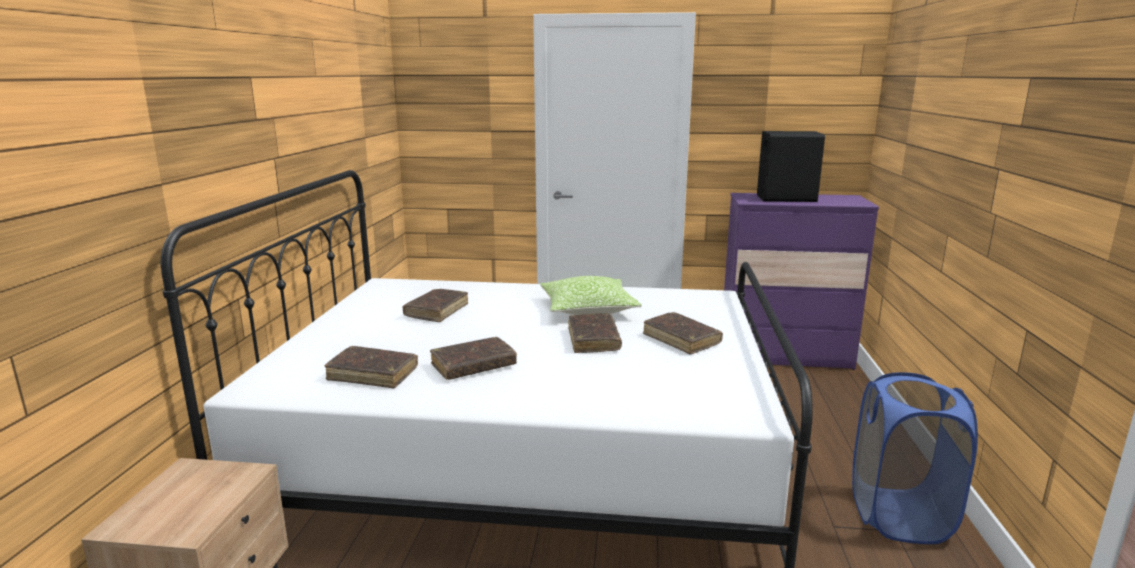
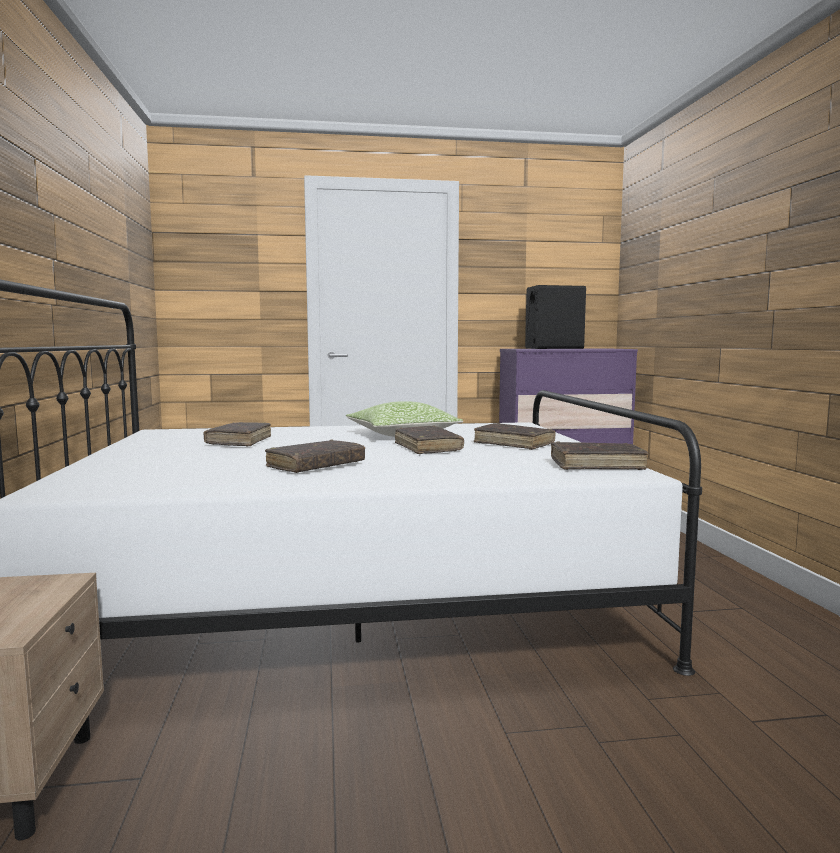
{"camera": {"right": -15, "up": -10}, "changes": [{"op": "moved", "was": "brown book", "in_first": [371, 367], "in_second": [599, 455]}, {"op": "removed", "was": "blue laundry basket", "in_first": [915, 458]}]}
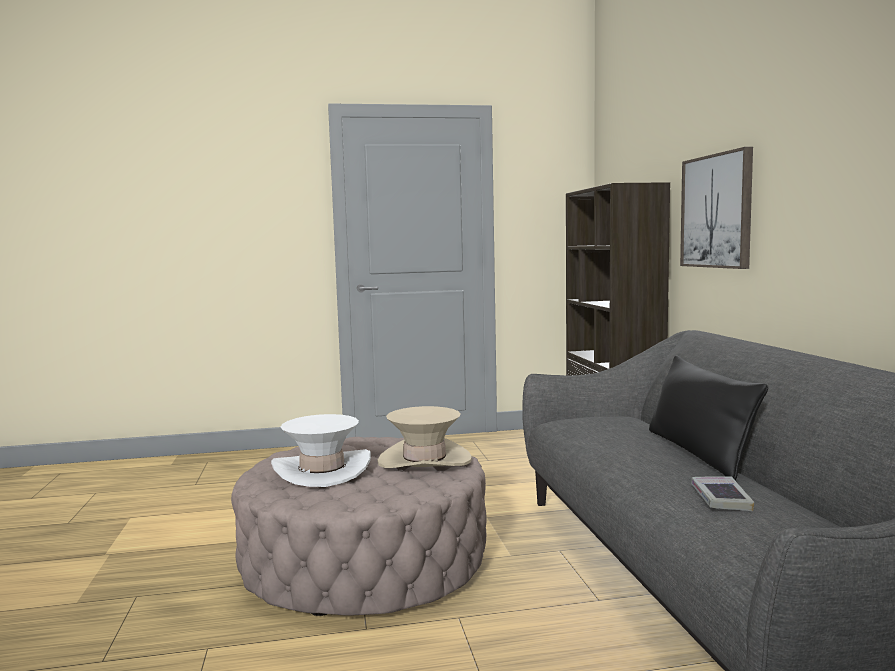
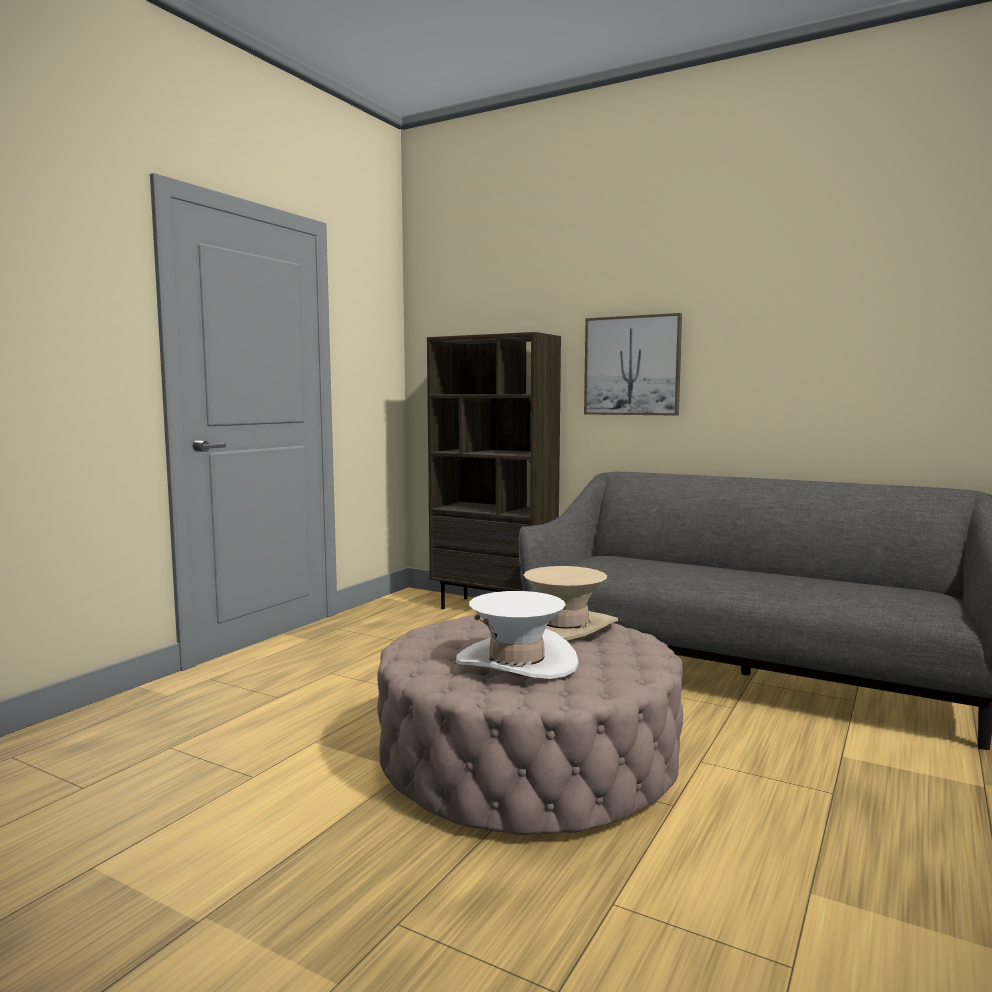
{"camera": {"right": -50, "up": 0}, "changes": [{"op": "removed", "was": "black pillow", "in_first": [708, 418]}, {"op": "removed", "was": "book", "in_first": [722, 493]}]}
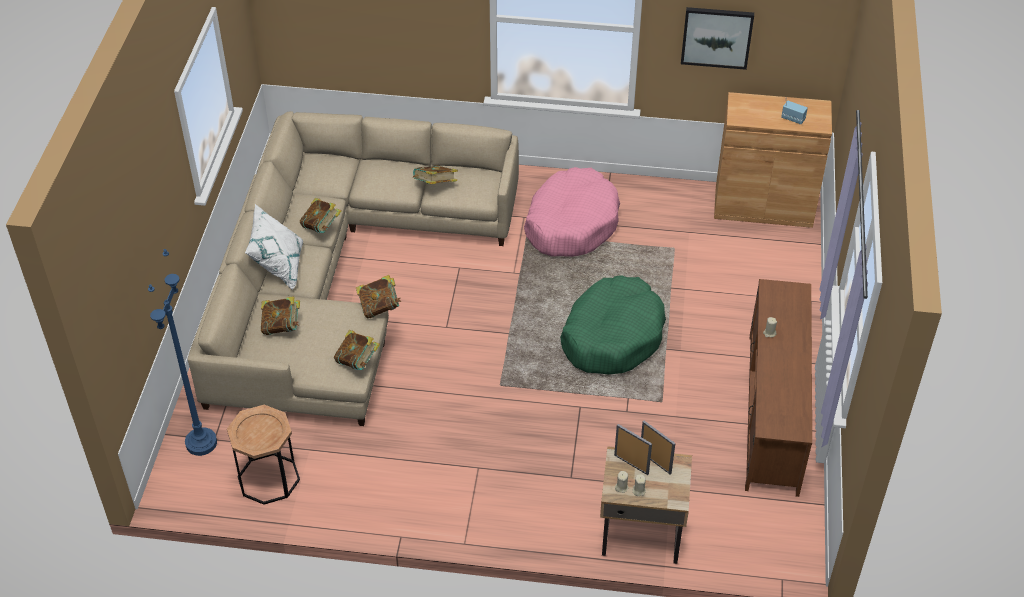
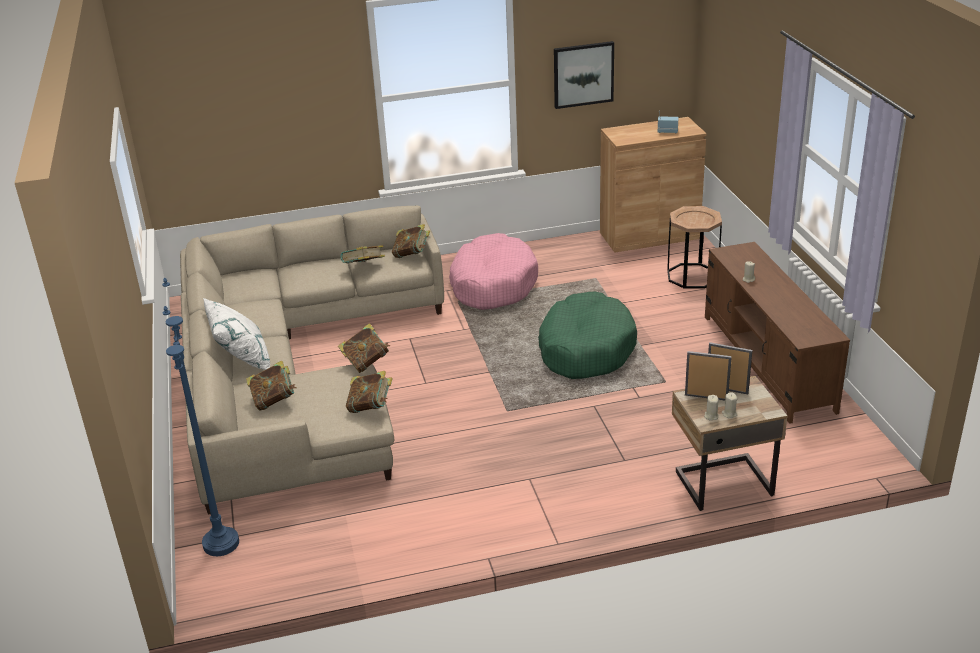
{"camera": {"right": -20, "up": -15}, "changes": [{"op": "moved", "was": "book", "in_first": [321, 215], "in_second": [411, 241]}, {"op": "moved", "was": "brown side table", "in_first": [263, 455], "in_second": [694, 247]}]}
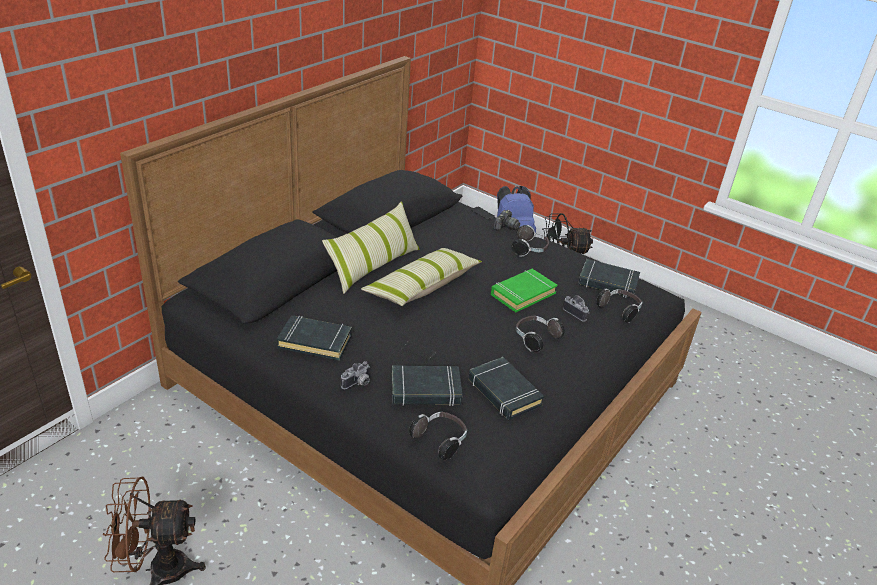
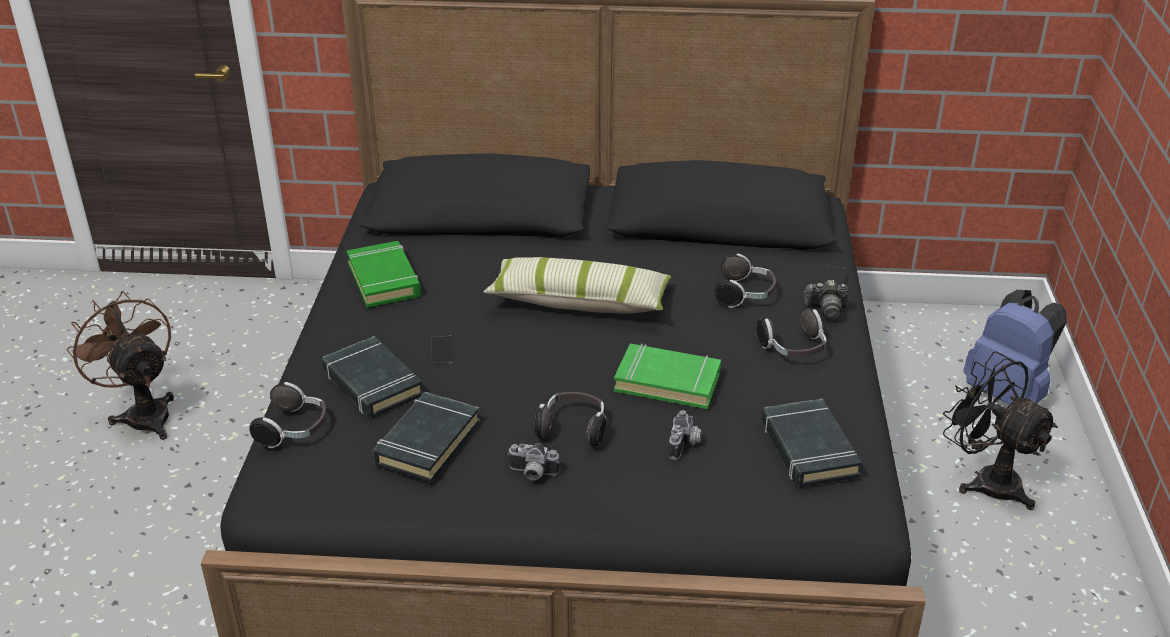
{"camera": {"right": 60, "up": 0}, "changes": [{"op": "removed", "was": "pillow", "in_first": [371, 247]}, {"op": "moved", "was": "headphones", "in_first": [619, 305], "in_second": [745, 280]}, {"op": "recoloured", "was": "black book", "now": "green book", "in_first": [314, 338], "in_second": [384, 274]}, {"op": "moved", "was": "photo camera", "in_first": [355, 375], "in_second": [533, 461]}]}
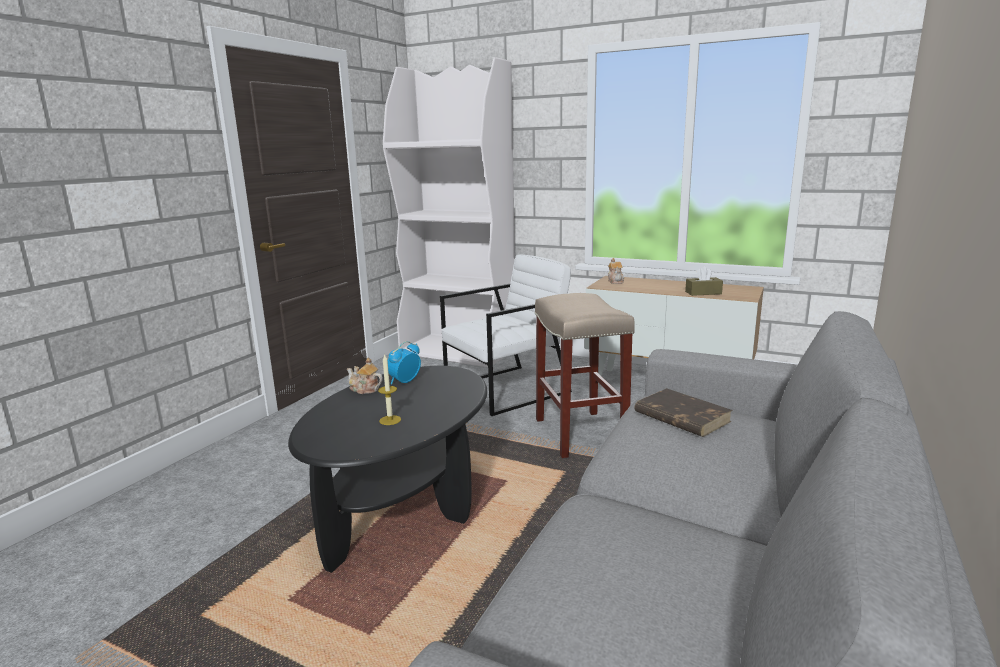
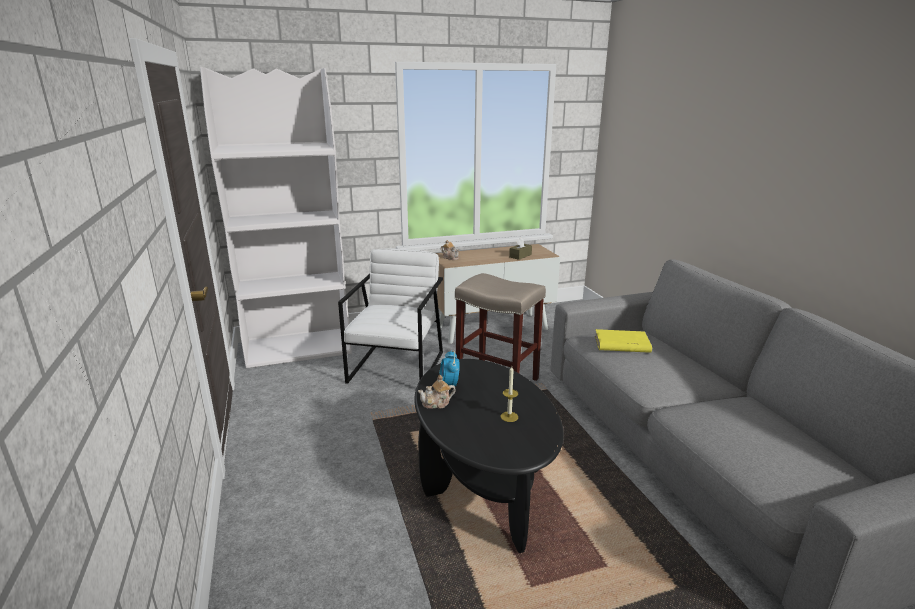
{"camera": {"right": -45, "up": 5}, "changes": [{"op": "recoloured", "was": "brown book", "now": "yellow book", "in_first": [683, 412], "in_second": [623, 341]}]}
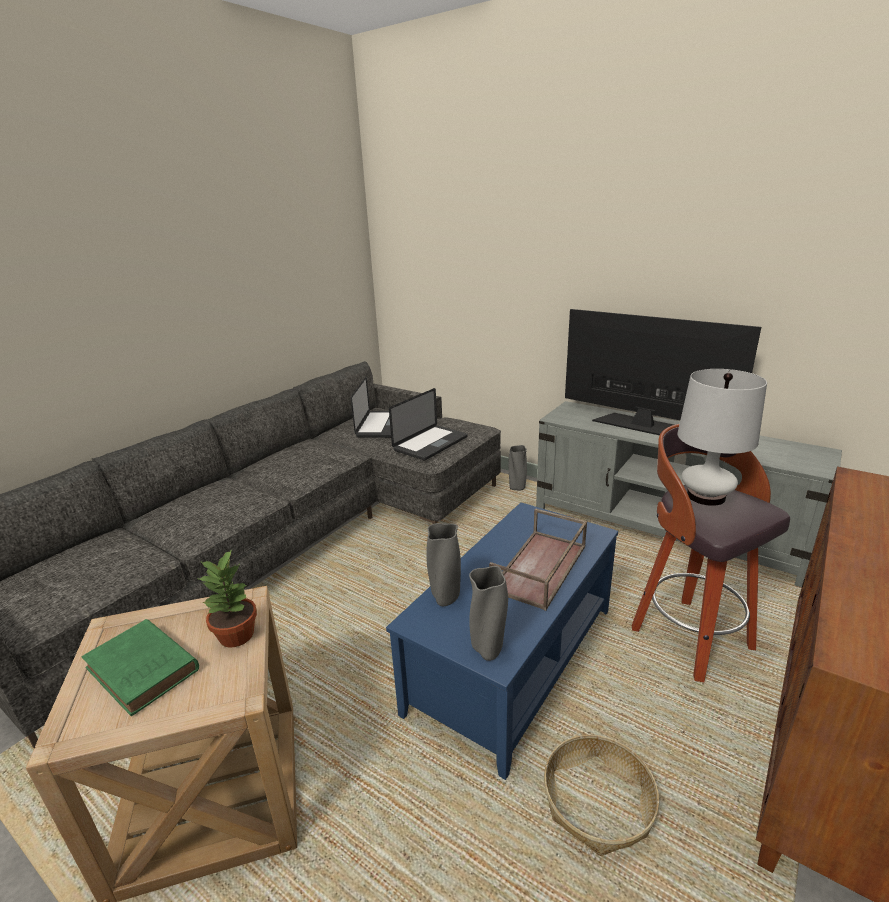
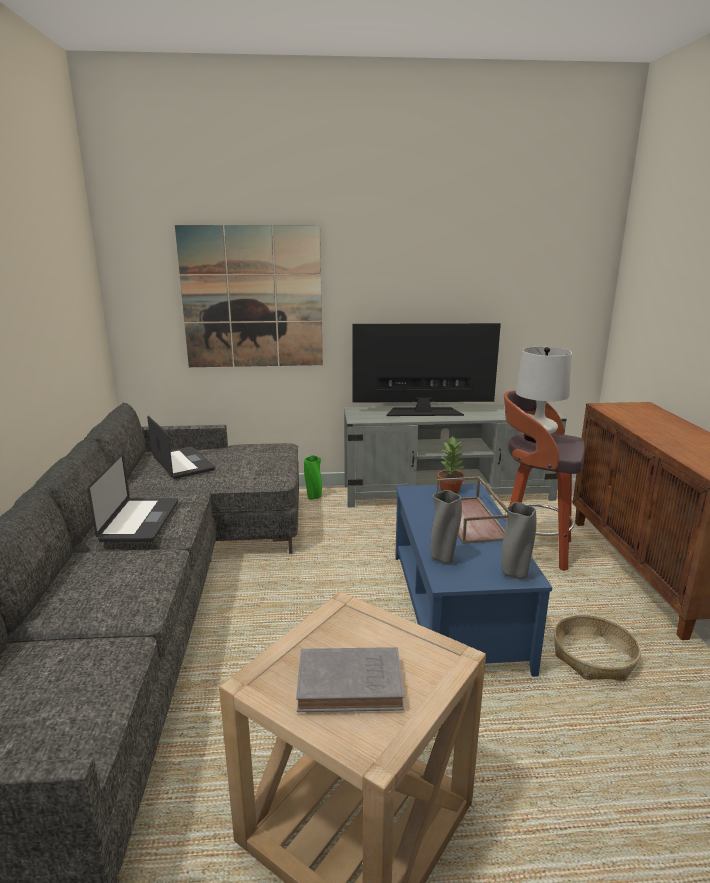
{"camera": {"right": -40, "up": -5}, "changes": [{"op": "moved", "was": "laptop", "in_first": [428, 424], "in_second": [133, 497]}, {"op": "recoloured", "was": "grey vase", "now": "green vase", "in_first": [518, 468], "in_second": [313, 477]}, {"op": "moved", "was": "potted plant", "in_first": [228, 598], "in_second": [451, 464]}, {"op": "recoloured", "was": "green book", "now": "grey book", "in_first": [140, 667], "in_second": [350, 679]}, {"op": "added", "now": "picture", "in_second": [249, 296]}]}
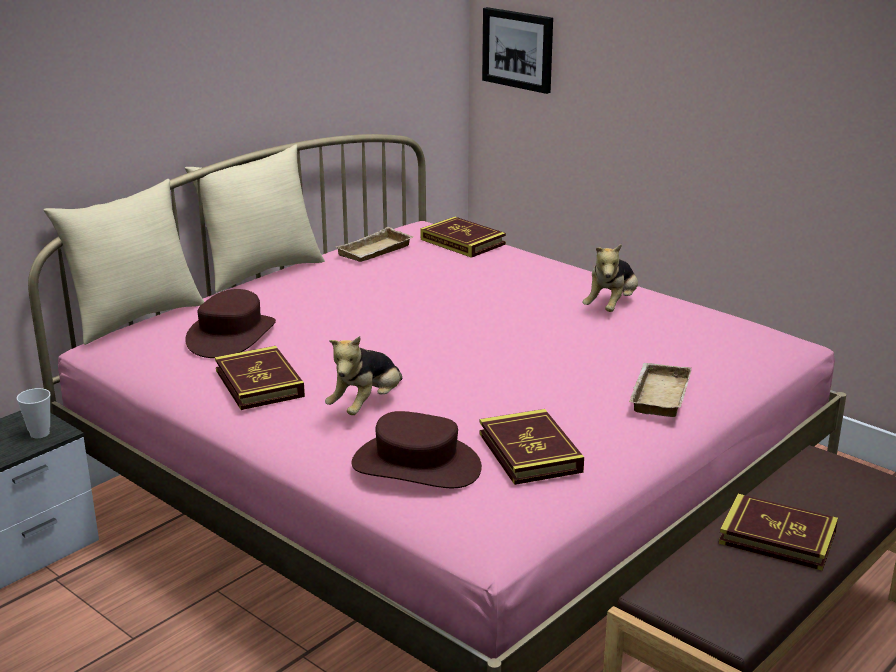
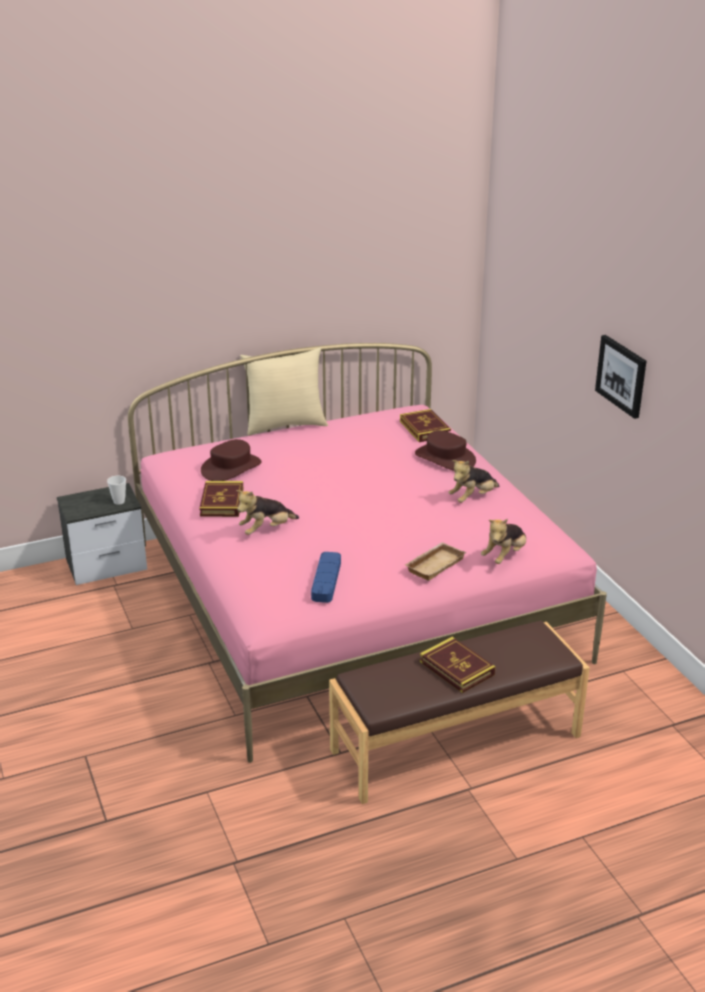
{"camera": {"right": 25, "up": 5}, "changes": [{"op": "moved", "was": "picture", "in_first": [517, 50], "in_second": [620, 377]}, {"op": "removed", "was": "beige pillow", "in_first": [123, 262]}, {"op": "removed", "was": "beige tray", "in_first": [375, 244]}, {"op": "replaced", "was": "book", "now": "blue tray", "in_first": [531, 447], "in_second": [326, 577]}, {"op": "moved", "was": "brown hat", "in_first": [416, 449], "in_second": [445, 450]}, {"op": "added", "now": "plush toy", "in_second": [503, 541]}]}
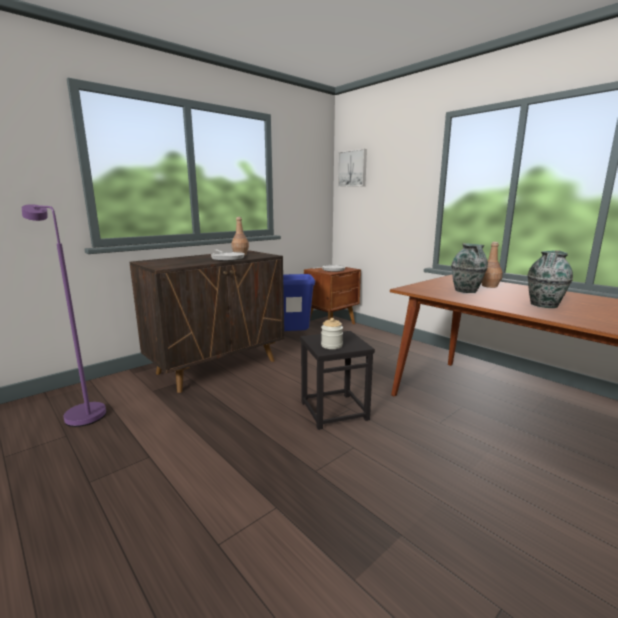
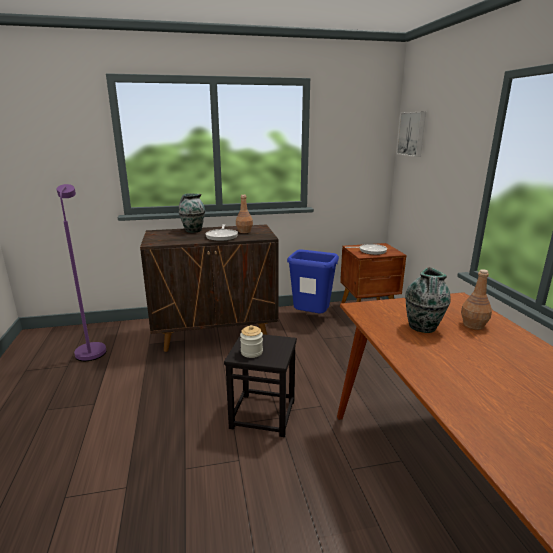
{"camera": {"right": 30, "up": 5}, "changes": [{"op": "moved", "was": "vase", "in_first": [550, 279], "in_second": [191, 213]}]}
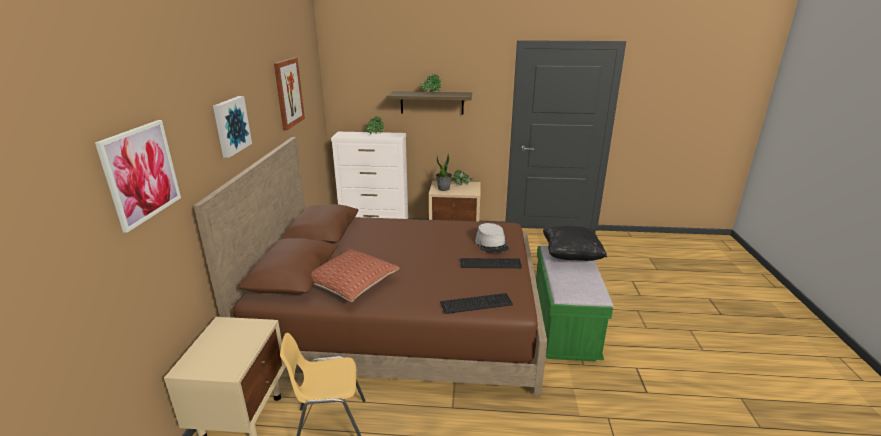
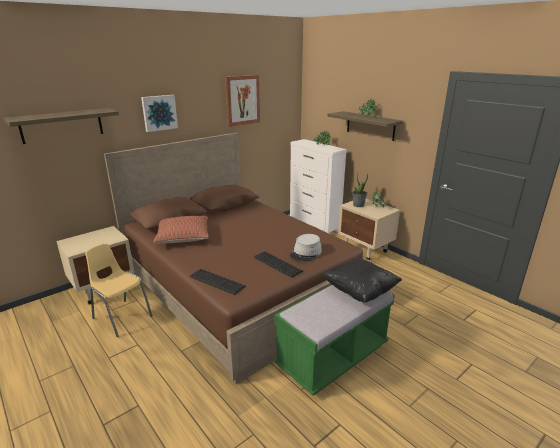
{"camera": {"right": 45, "up": 0}, "changes": [{"op": "replaced", "was": "picture", "now": "shelf", "in_first": [138, 176], "in_second": [61, 126]}]}
